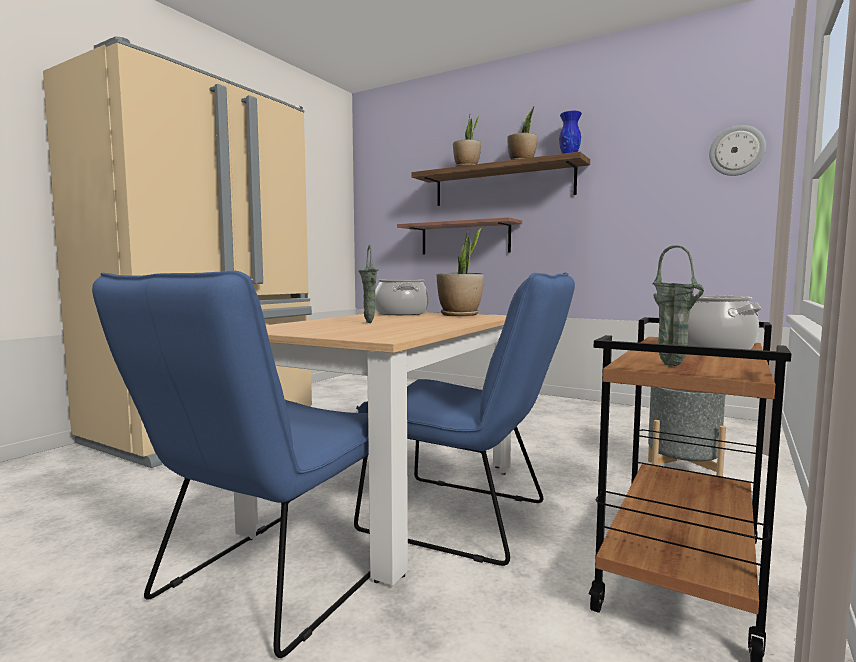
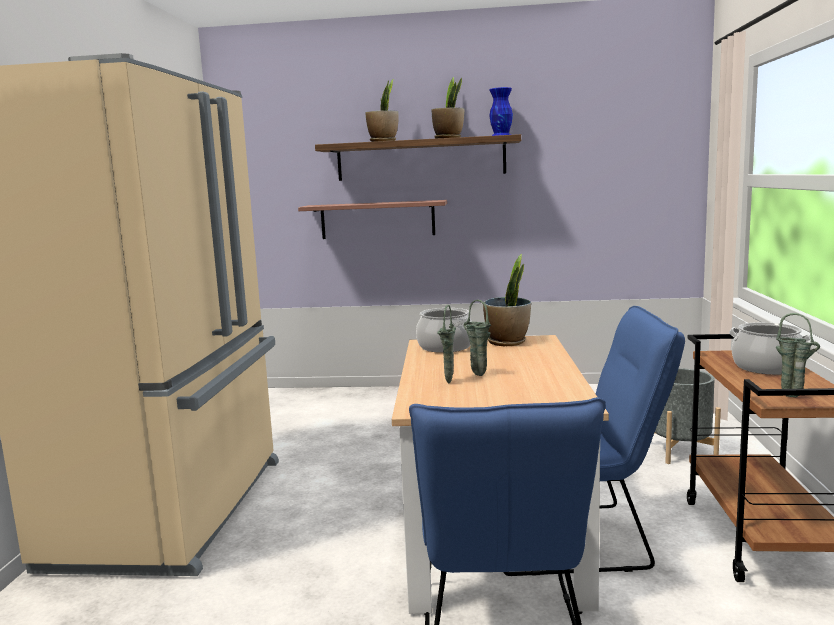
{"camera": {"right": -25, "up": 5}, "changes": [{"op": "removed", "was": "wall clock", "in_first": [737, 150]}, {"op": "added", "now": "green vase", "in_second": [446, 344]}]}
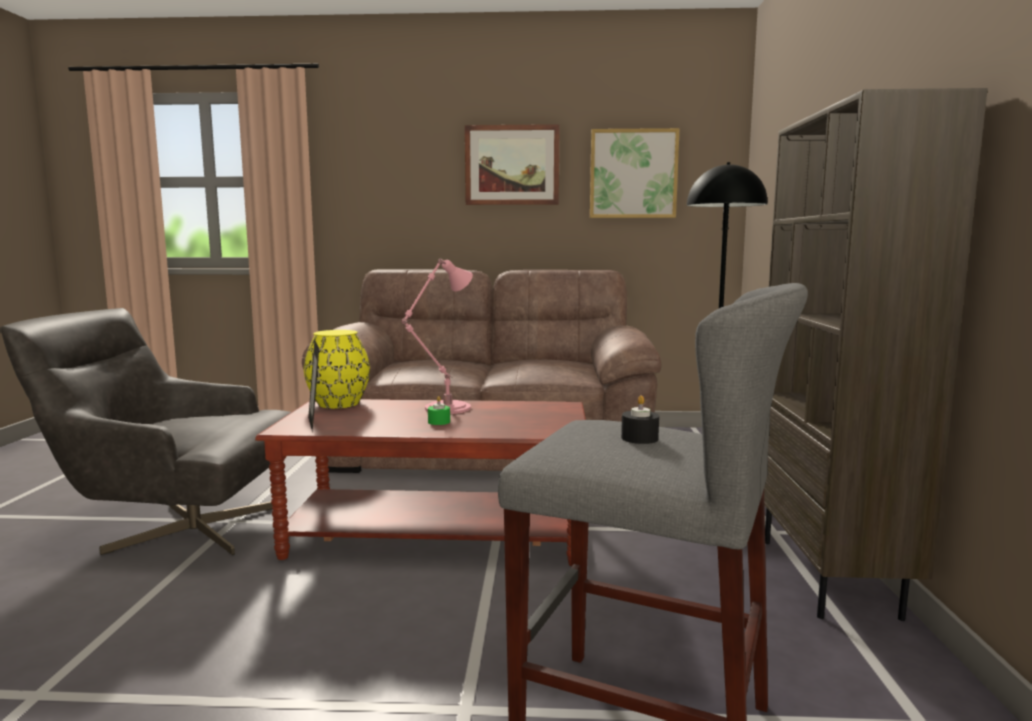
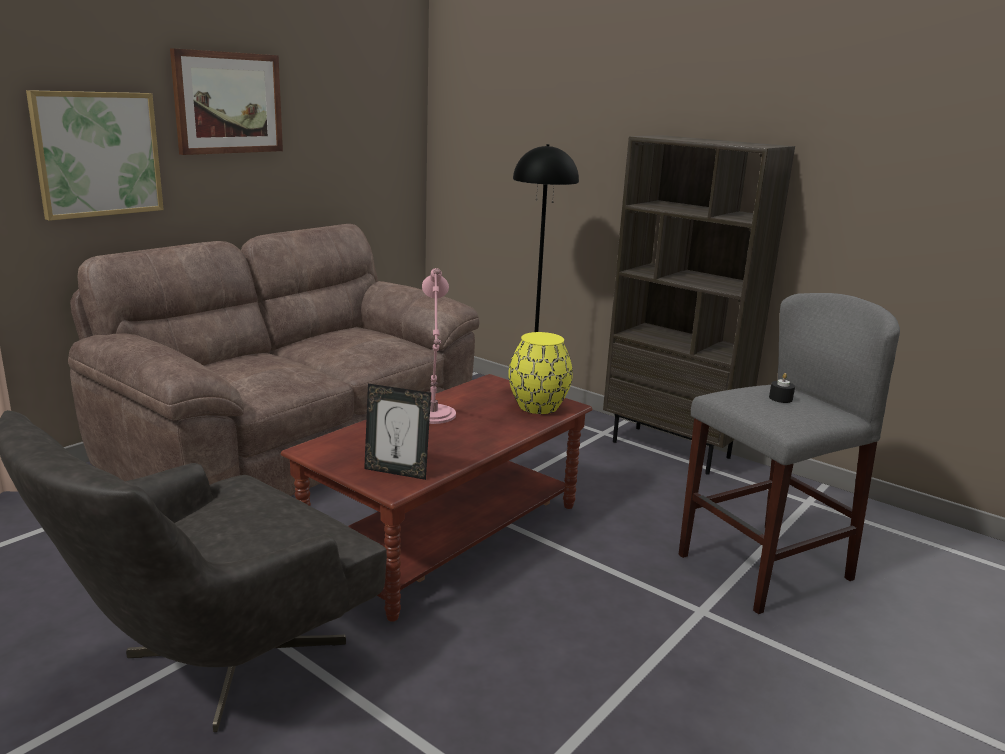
{"camera": {"right": -55, "up": 10}, "changes": [{"op": "moved", "was": "picture", "in_first": [635, 173], "in_second": [95, 155]}, {"op": "moved", "was": "yellow vase", "in_first": [337, 369], "in_second": [540, 373]}, {"op": "removed", "was": "green candle", "in_first": [439, 410]}]}
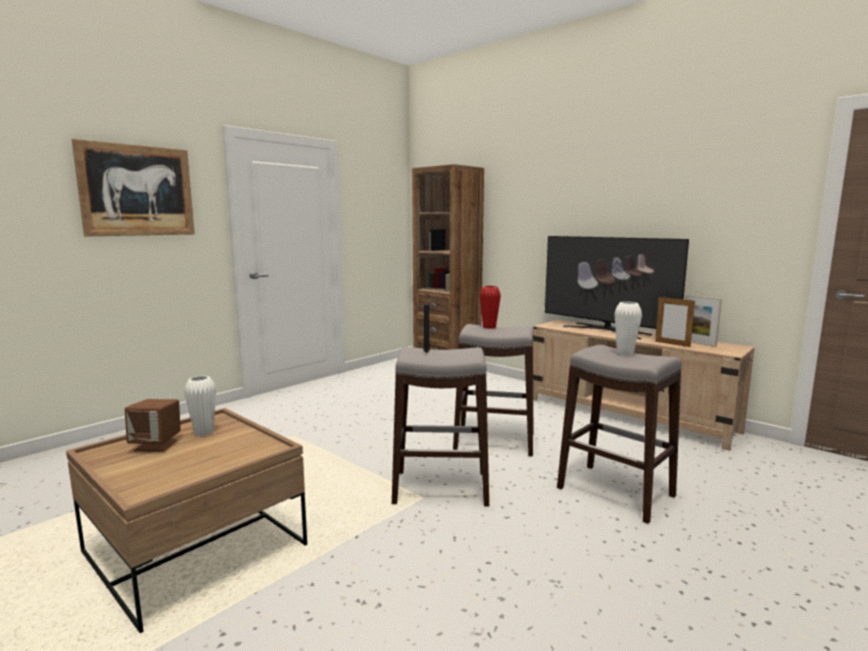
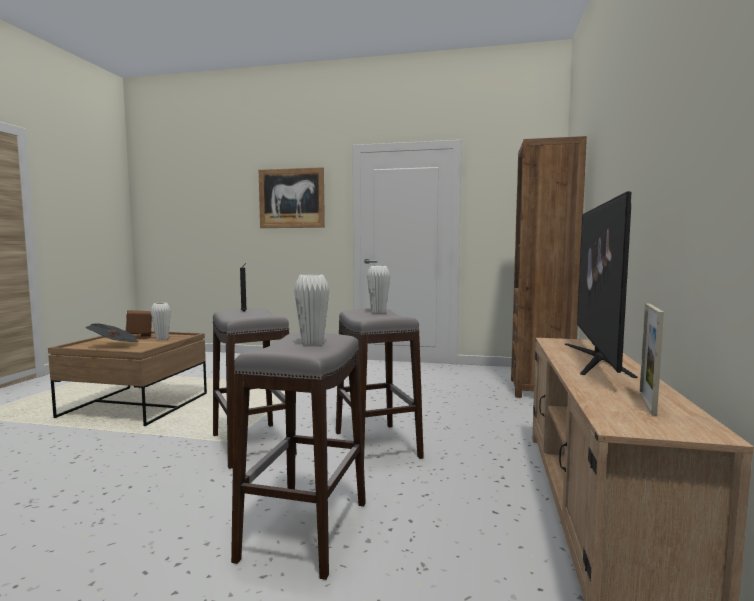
{"camera": {"right": 60, "up": -5}, "changes": [{"op": "recoloured", "was": "red vase", "now": "white vase", "in_first": [490, 307], "in_second": [378, 289]}, {"op": "removed", "was": "picture frame", "in_first": [675, 321]}, {"op": "added", "now": "newspaper", "in_second": [112, 332]}]}
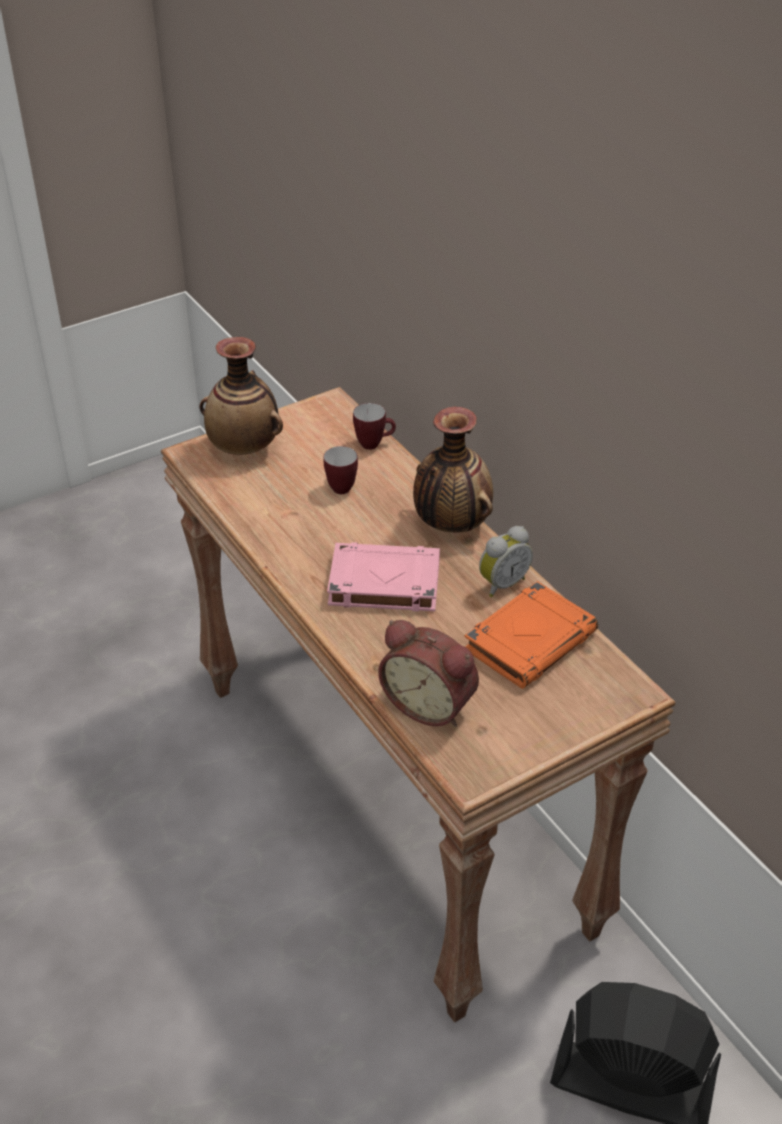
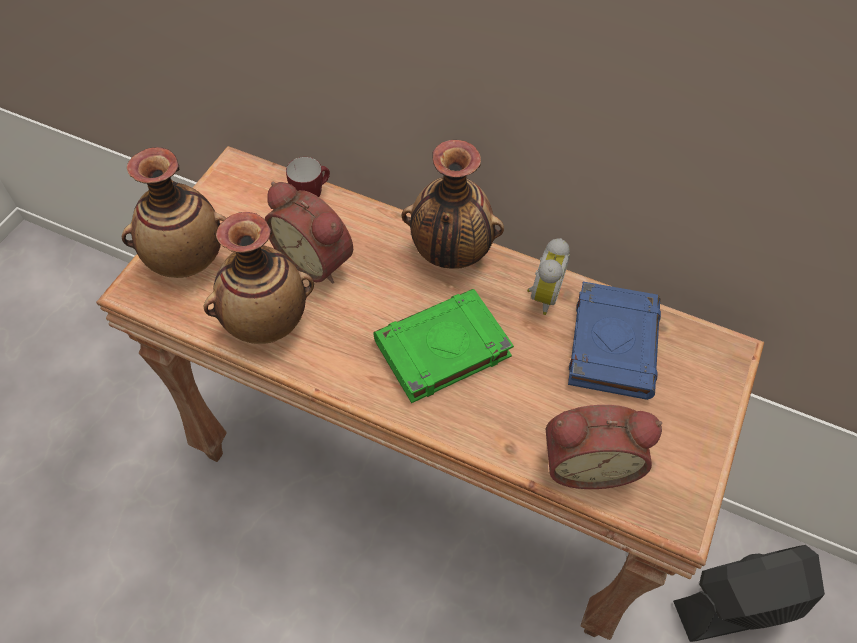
{"camera": {"right": -35, "up": 15}, "changes": [{"op": "replaced", "was": "mug", "now": "alarm clock", "in_first": [341, 470], "in_second": [308, 233]}, {"op": "recoloured", "was": "pink book", "now": "green book", "in_first": [383, 577], "in_second": [443, 346]}, {"op": "recoloured", "was": "orange book", "now": "blue book", "in_first": [531, 635], "in_second": [614, 341]}, {"op": "added", "now": "vase", "in_second": [259, 278]}]}
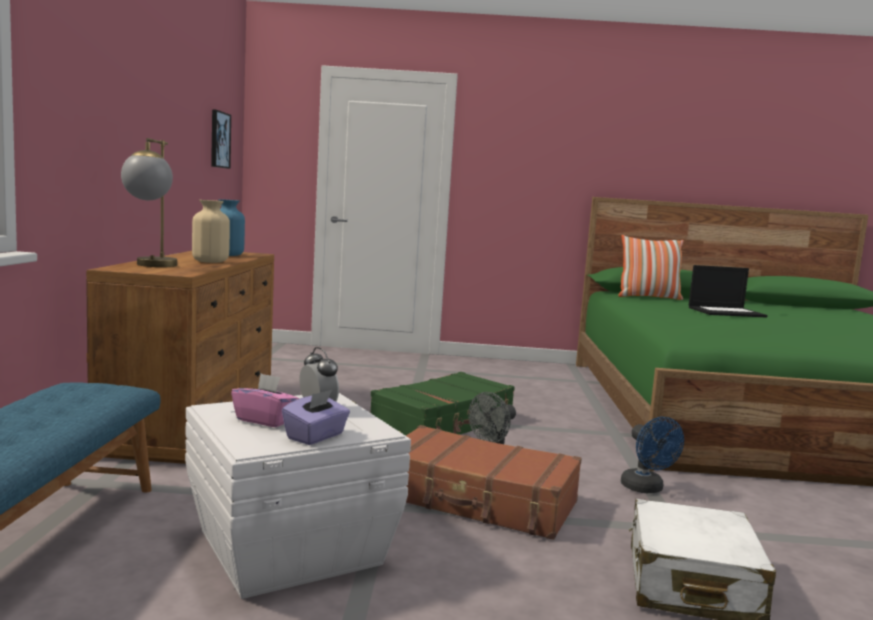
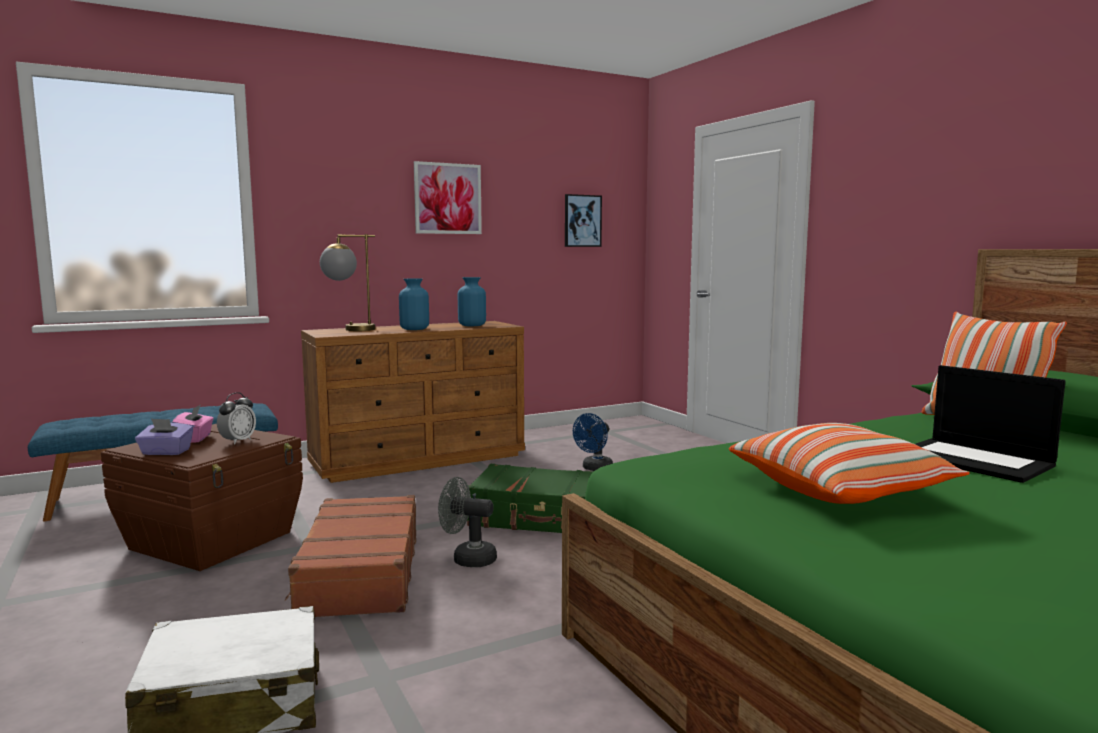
{"camera": {"right": 60, "up": 0}, "changes": [{"op": "recoloured", "was": "beige vase", "now": "blue vase", "in_first": [211, 231], "in_second": [414, 304]}, {"op": "recoloured", "was": "white storage box", "now": "brown storage box", "in_first": [298, 496], "in_second": [202, 497]}, {"op": "moved", "was": "blue fan", "in_first": [652, 455], "in_second": [593, 442]}, {"op": "added", "now": "picture", "in_second": [448, 197]}, {"op": "added", "now": "pillow", "in_second": [849, 463]}]}
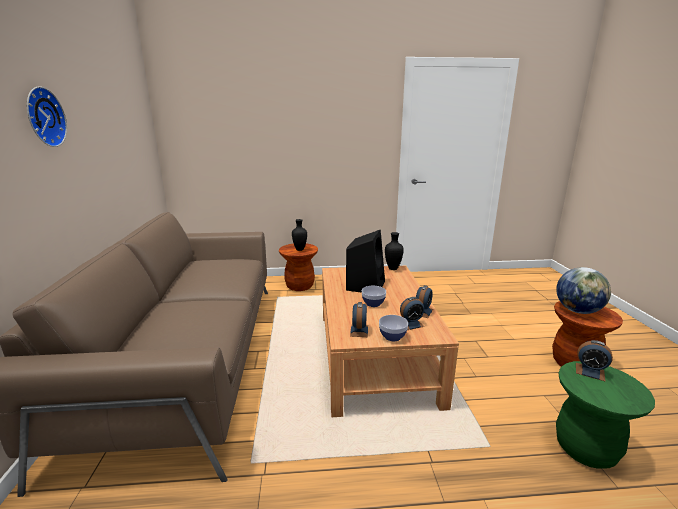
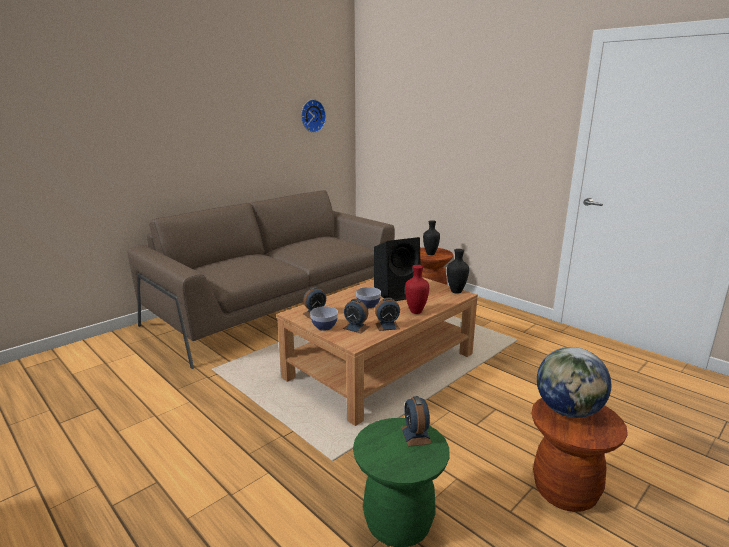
{"camera": {"right": 50, "up": 0}, "changes": [{"op": "moved", "was": "wall clock", "in_first": [47, 116], "in_second": [313, 116]}, {"op": "added", "now": "red vase", "in_second": [417, 289]}]}
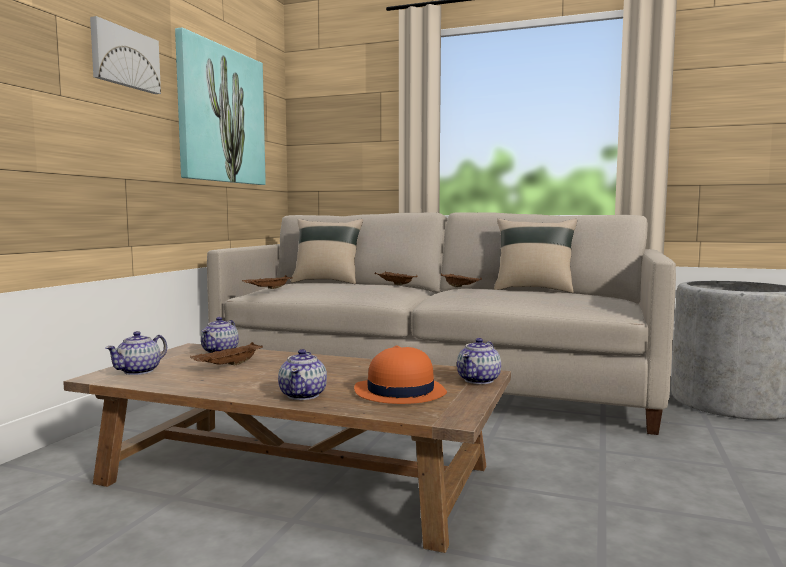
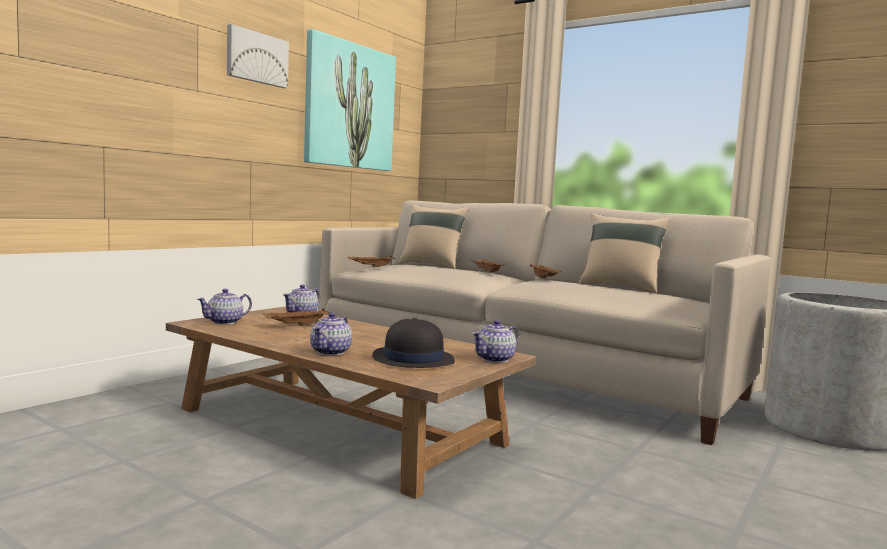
{"camera": {"right": 15, "up": 0}, "changes": [{"op": "recoloured", "was": "orange hat", "now": "black hat", "in_first": [400, 374], "in_second": [413, 343]}]}
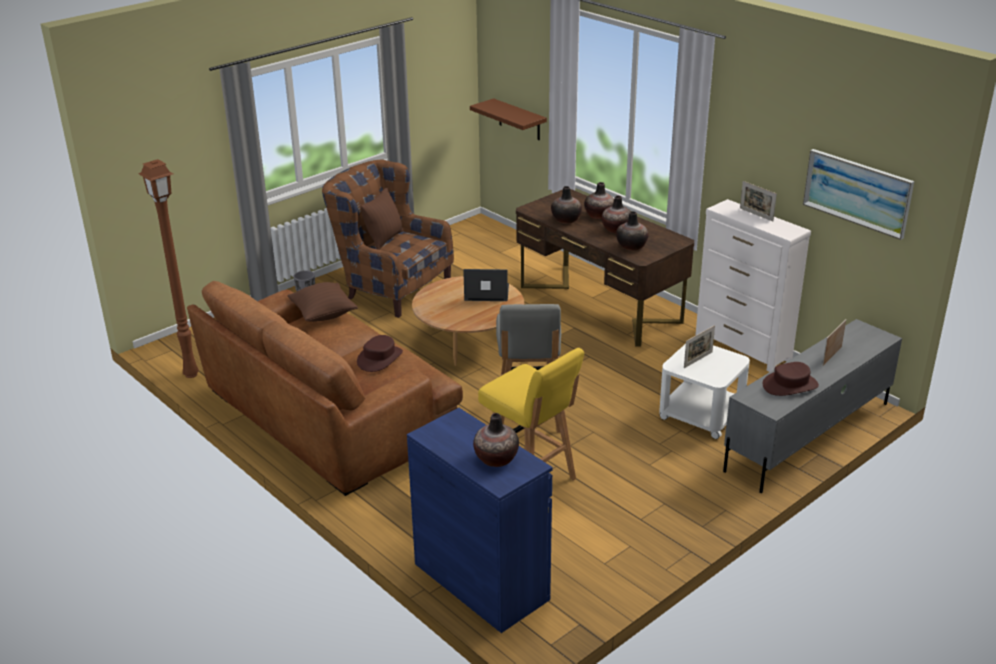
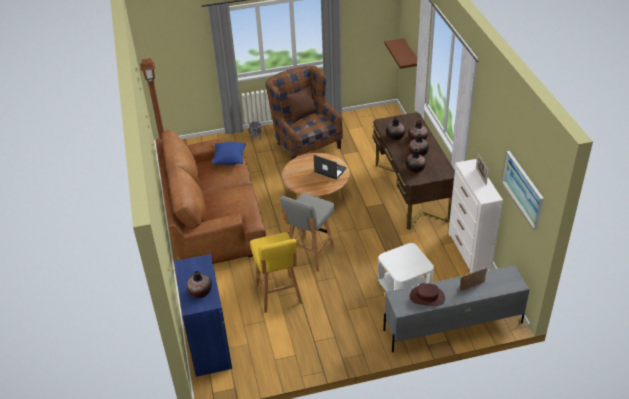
{"camera": {"right": 30, "up": 10}, "changes": [{"op": "recoloured", "was": "brown pillow", "now": "blue pillow", "in_first": [322, 302], "in_second": [229, 153]}, {"op": "removed", "was": "picture frame", "in_first": [699, 346]}, {"op": "removed", "was": "brown hat", "in_first": [380, 353]}]}
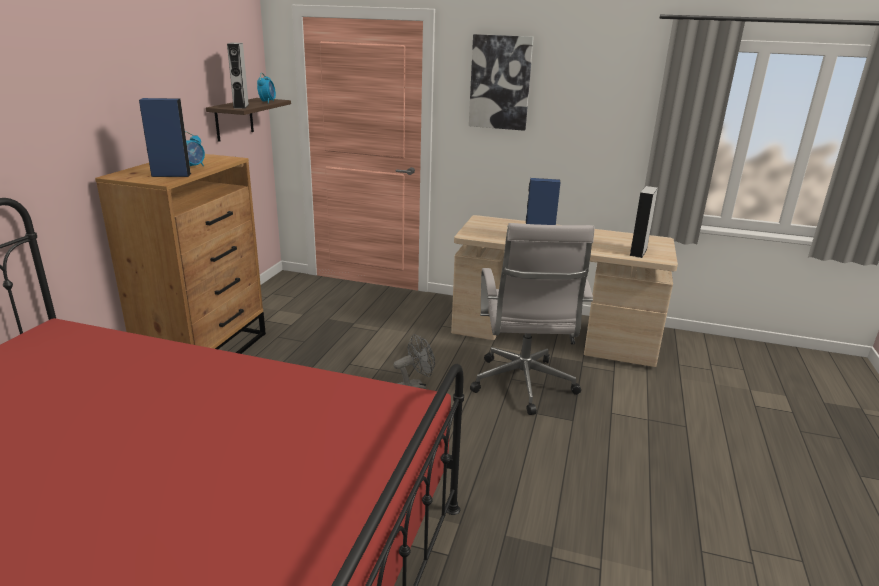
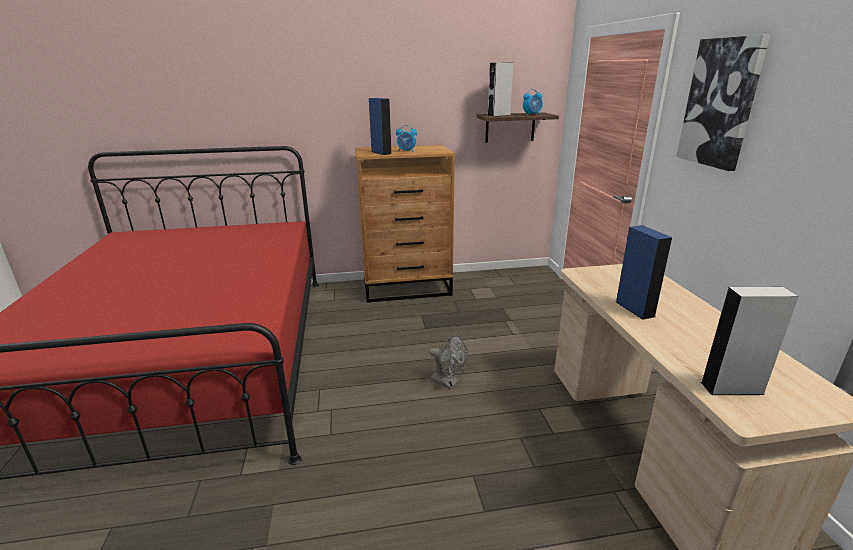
{"camera": {"right": 65, "up": 0}, "changes": [{"op": "removed", "was": "white office chair", "in_first": [532, 319]}]}
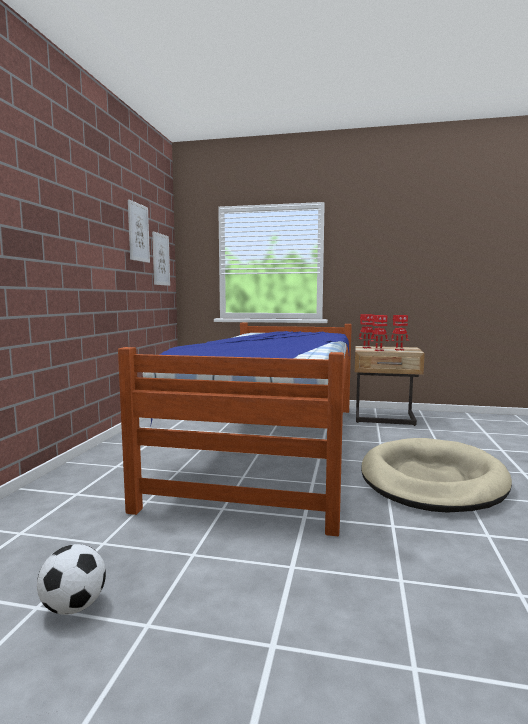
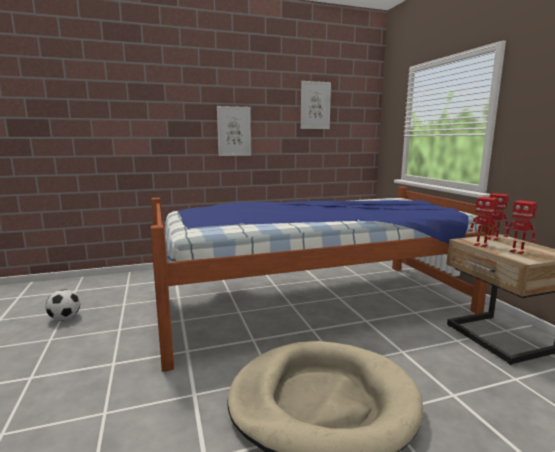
{"camera": {"right": 60, "up": 5}, "changes": [{"op": "moved", "was": "picture", "in_first": [161, 259], "in_second": [234, 131]}]}
